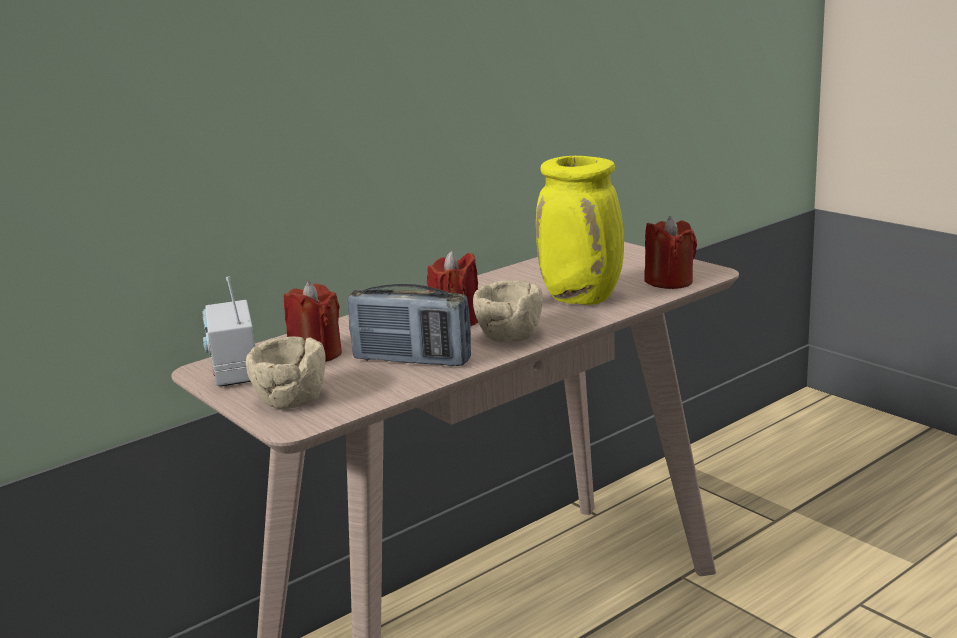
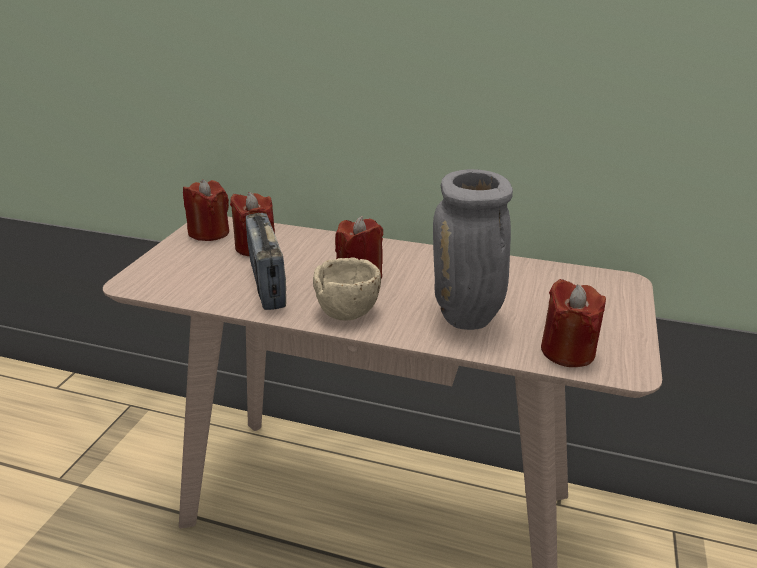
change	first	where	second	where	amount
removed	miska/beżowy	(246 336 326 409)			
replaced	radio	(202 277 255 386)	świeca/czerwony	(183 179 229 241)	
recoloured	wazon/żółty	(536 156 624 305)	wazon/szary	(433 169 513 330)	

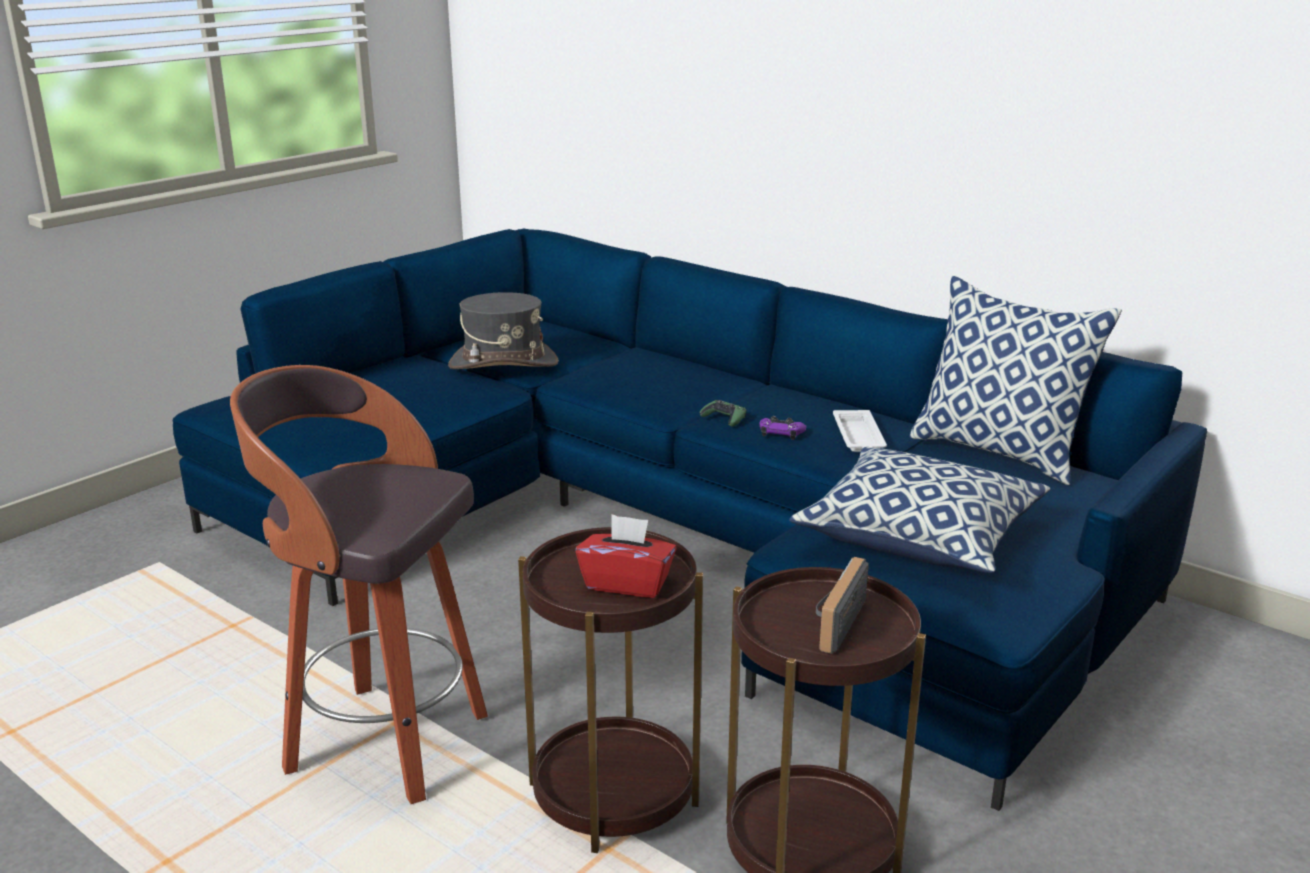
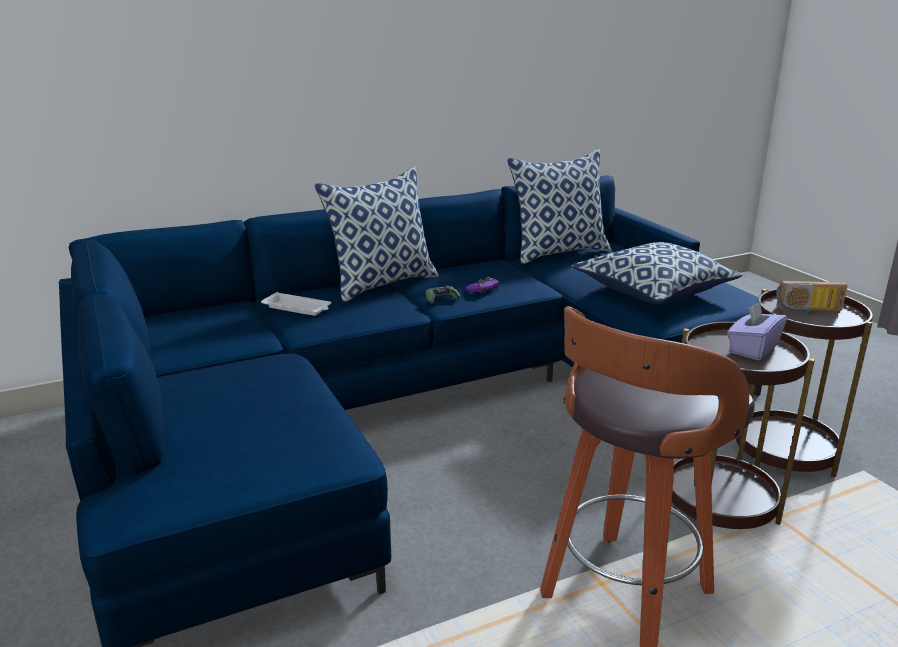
change	first	where	second	where	amount
removed	kapelusz/szary	(448 292 559 369)			
added			poduszka	(314 166 439 303)	
moved	taca/biały	(833 410 887 452)		(261 292 331 316)	
recoloured	pudełko chusteczek/czerwony	(576 514 677 598)	pudełko chusteczek/fioletowy	(727 301 787 360)	
turned	radio	(816 557 869 654)		(776 281 847 315)	45 degrees counterclockwise

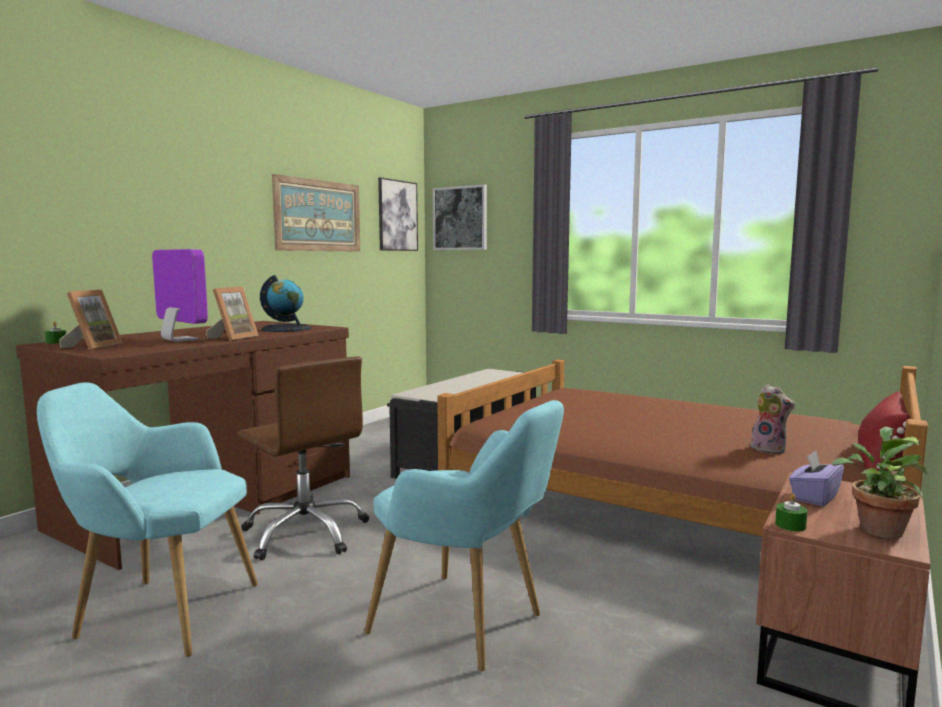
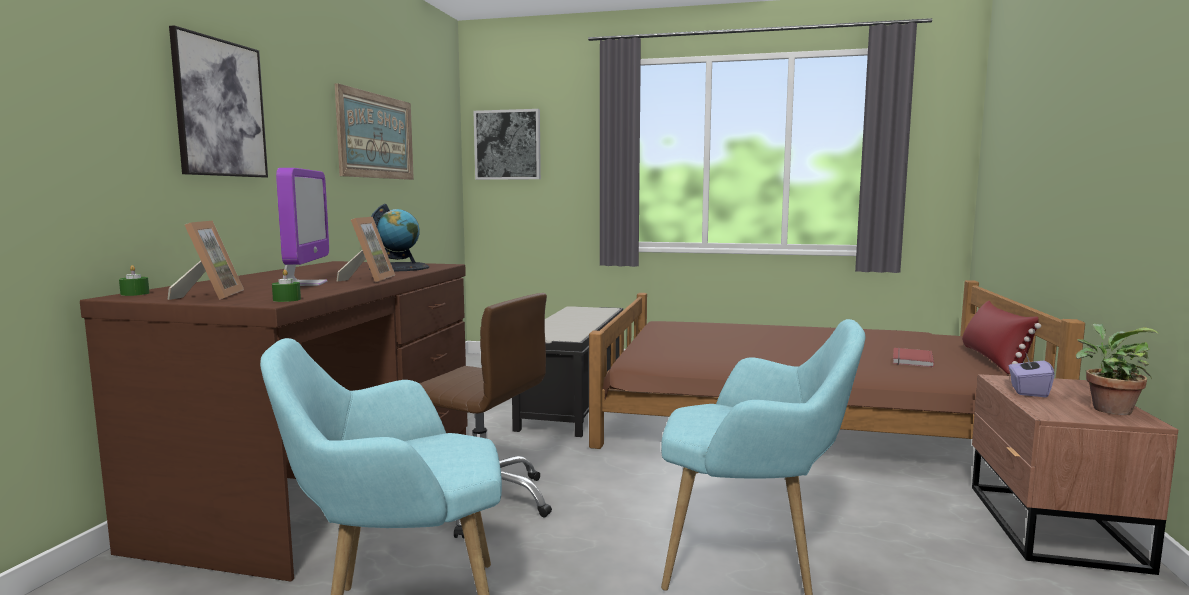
change	first	where	second	where	amount
moved	obraz	(378 177 418 251)		(169 25 268 177)	
moved	świeca/zielony	(775 494 808 532)		(272 269 301 302)	
replaced	pluszak	(750 384 795 454)	książka/czerwony	(893 348 934 367)	
turned	monitor	(152 249 208 342)		(276 168 329 286)	60 degrees clockwise

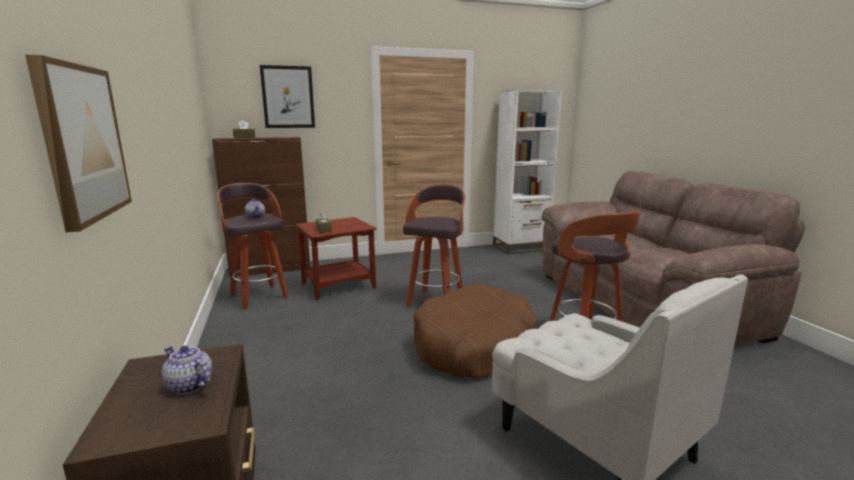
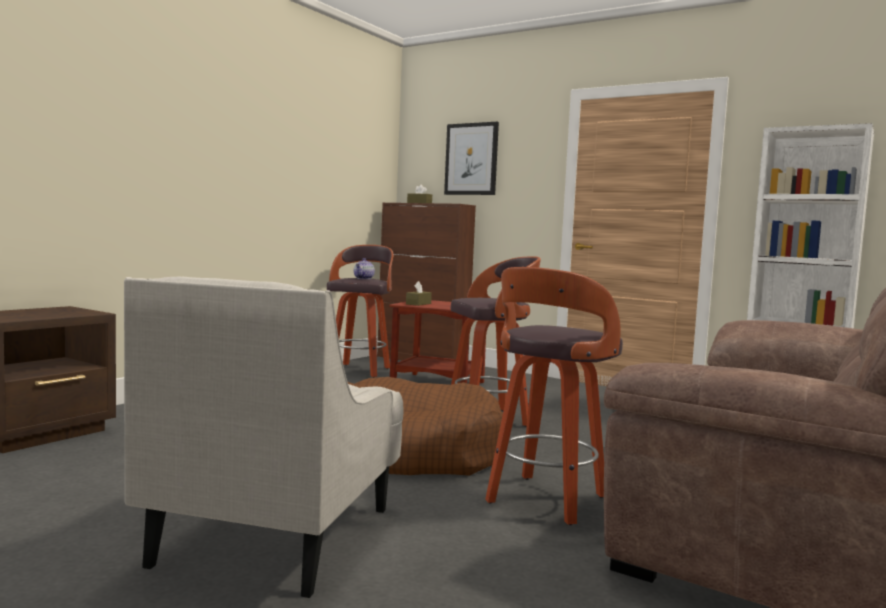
change	first	where	second	where	amount
removed	obraz	(25 54 132 232)			
removed	imbryk	(162 346 212 394)			

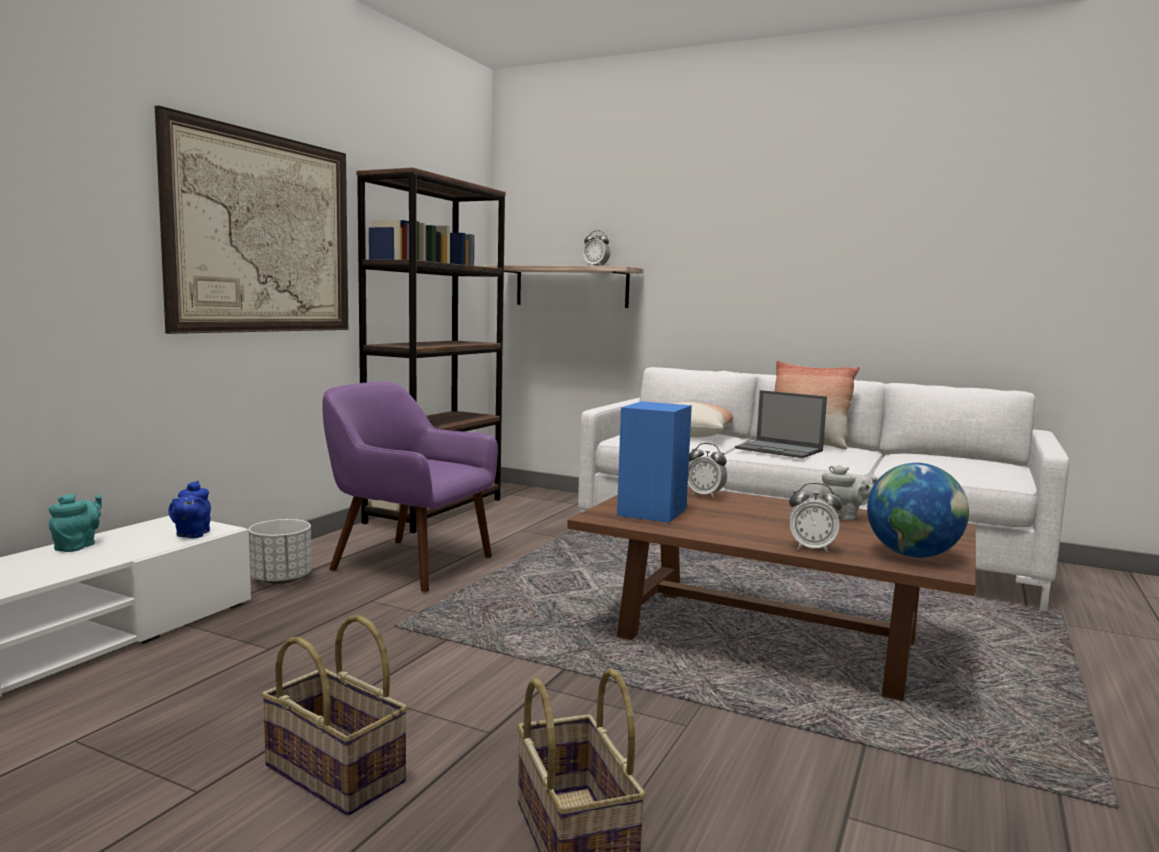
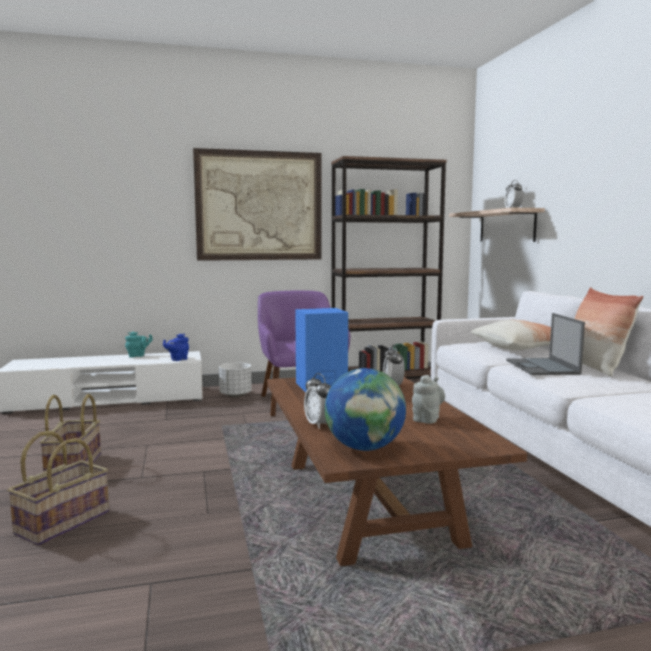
change	first	where	second	where	amount
turned	imbryk/szary	(819 465 877 520)		(412 375 445 424)	120 degrees counterclockwise

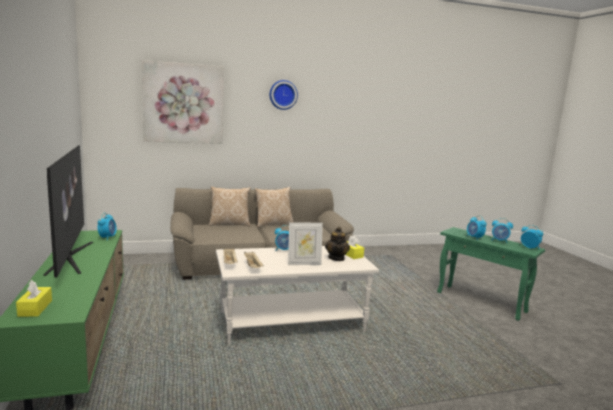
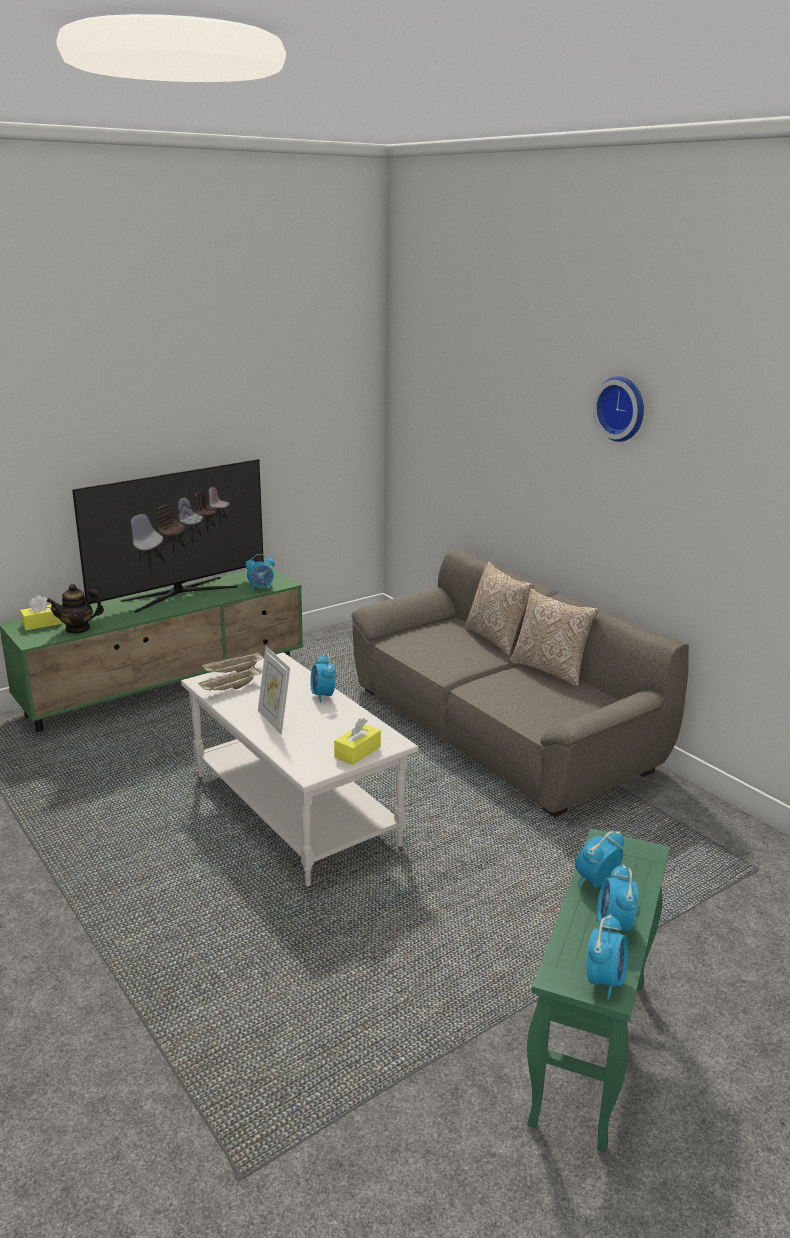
change	first	where	second	where	amount
removed	obraz	(142 60 224 144)			
moved	imbryk	(325 227 350 261)		(46 584 104 634)	

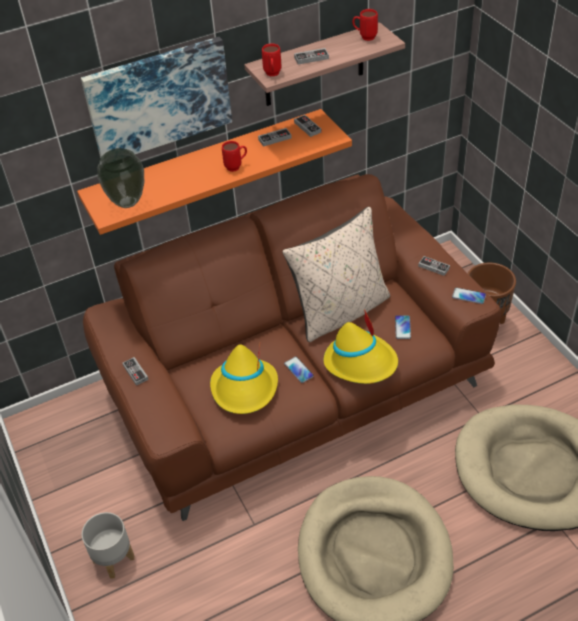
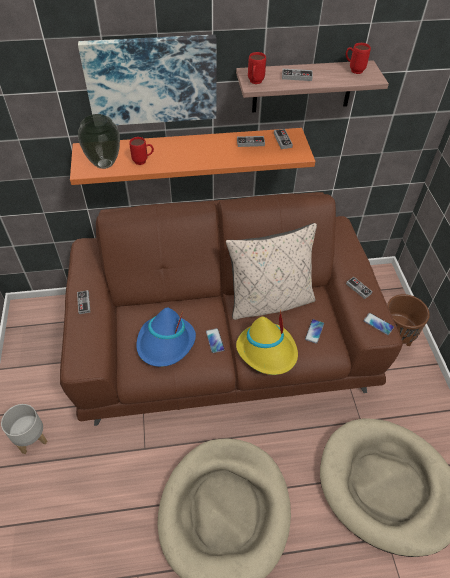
change	first	where	second	where	amount
moved	kubek/czerwony	(222 141 247 172)		(129 137 154 165)	
recoloured	kapelusz/żółty	(210 344 278 414)	kapelusz/niebieski	(136 307 196 367)	

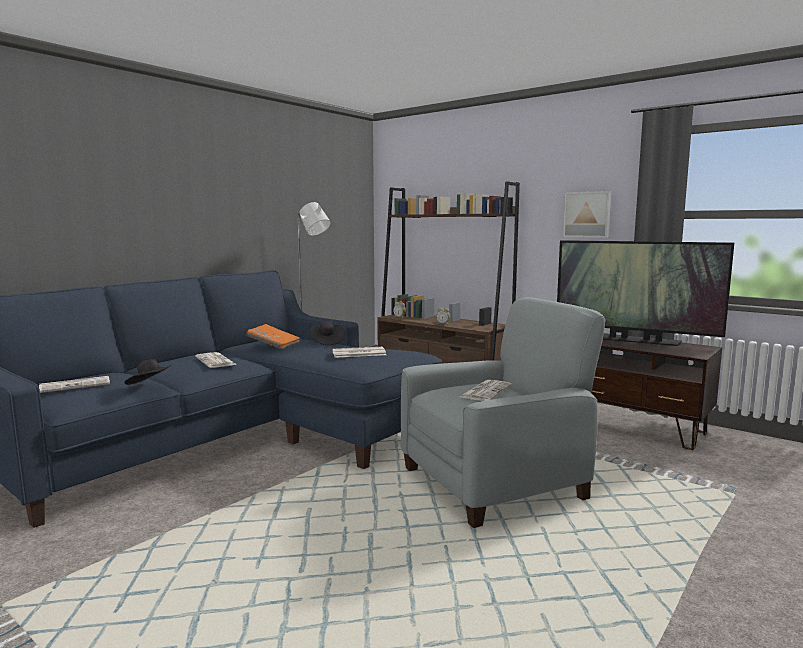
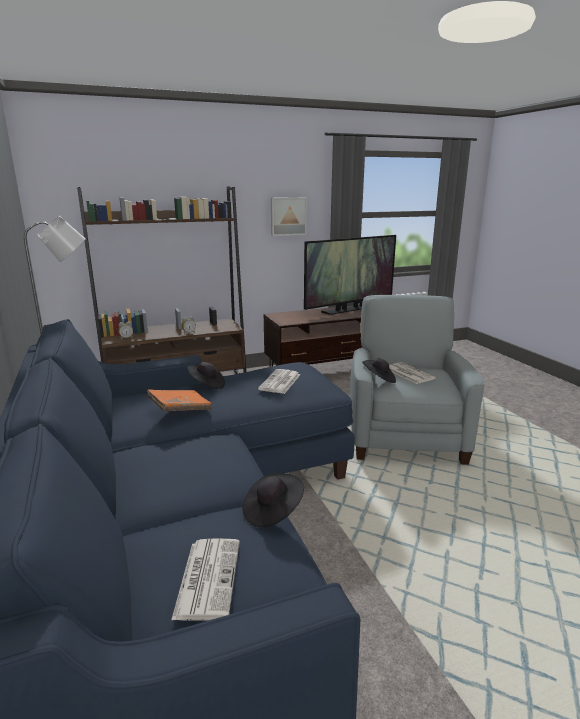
change	first	where	second	where	amount
removed	gazeta	(195 352 237 368)			
added			kapelusz/czarny	(362 358 396 383)	

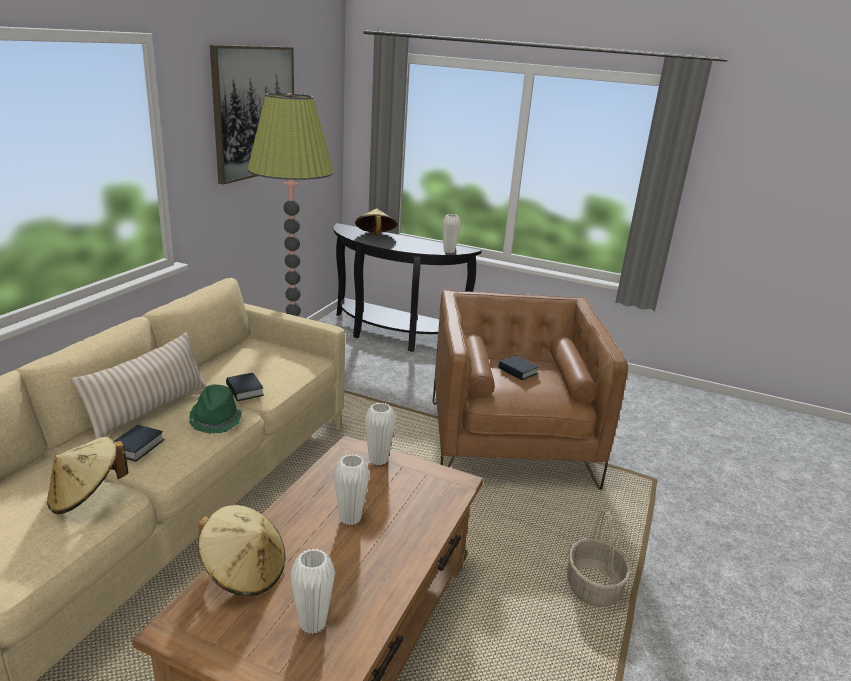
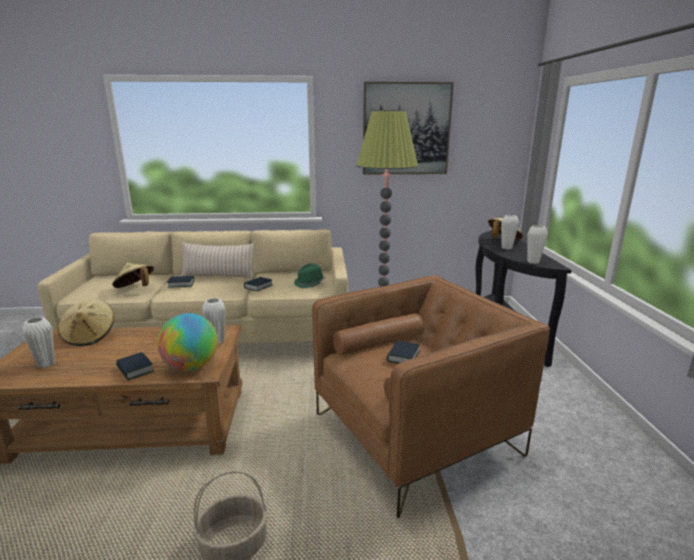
change	first	where	second	where	amount
added			książka	(116 352 154 380)	
added			globus	(157 313 218 371)	
moved	kapelusz/zielony	(189 385 243 434)		(294 264 325 288)	
moved	wazon/biały	(334 454 370 525)		(501 215 519 249)	

